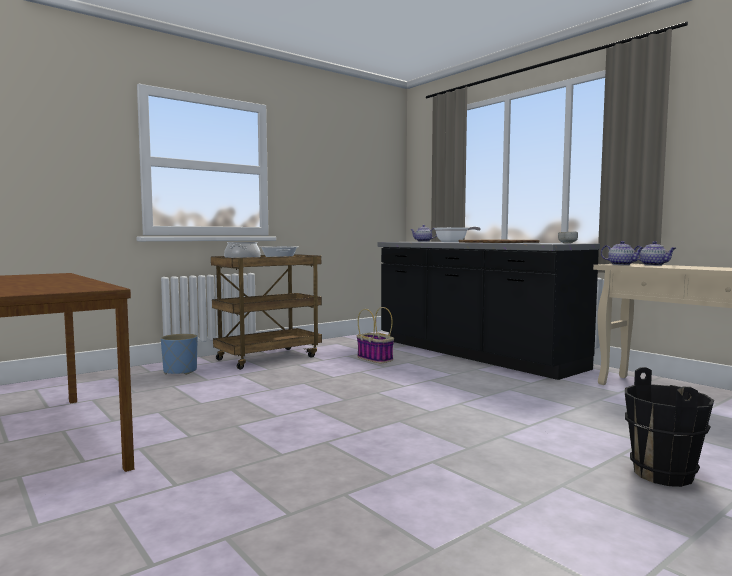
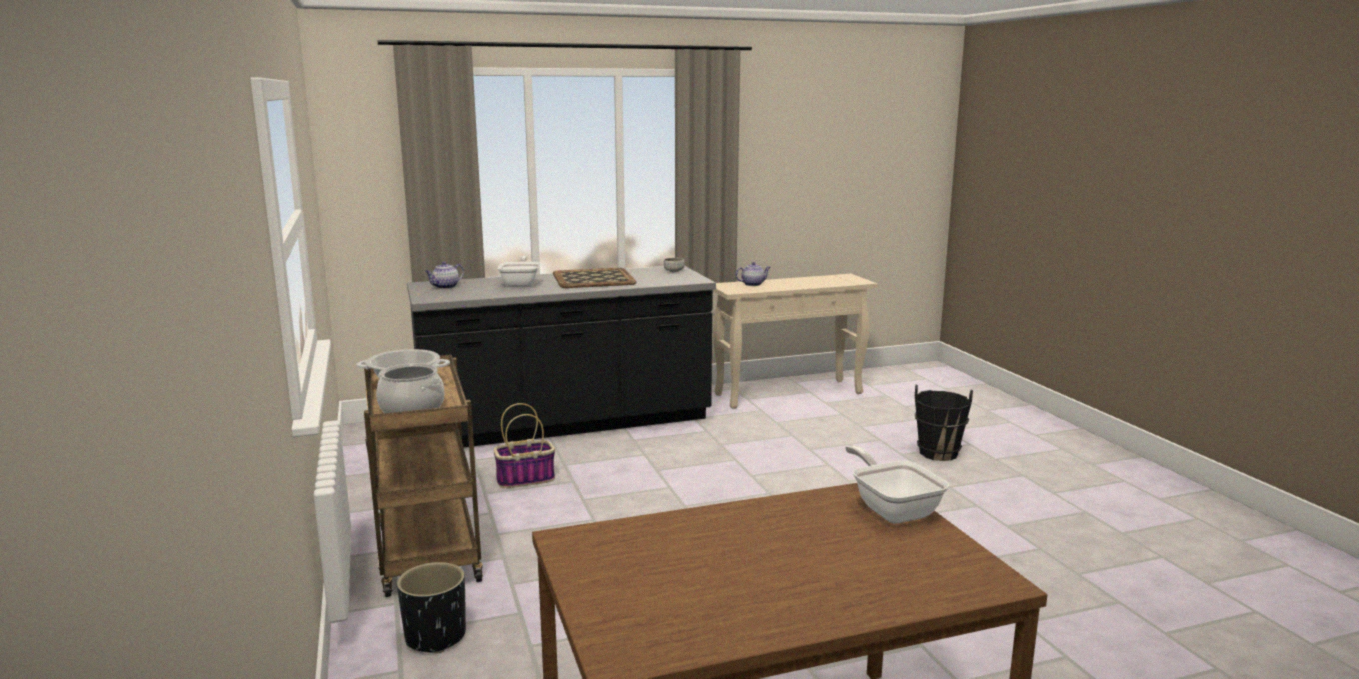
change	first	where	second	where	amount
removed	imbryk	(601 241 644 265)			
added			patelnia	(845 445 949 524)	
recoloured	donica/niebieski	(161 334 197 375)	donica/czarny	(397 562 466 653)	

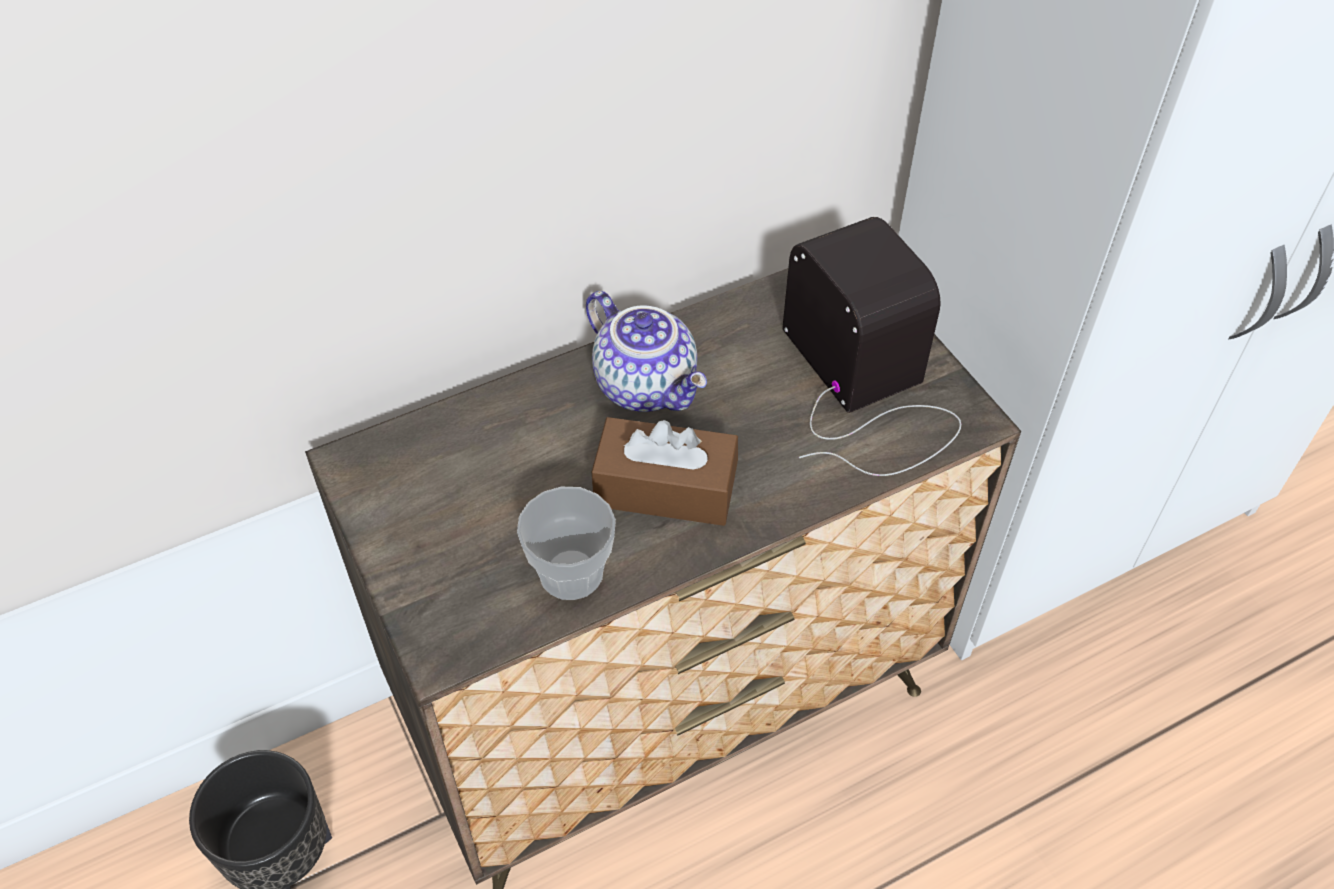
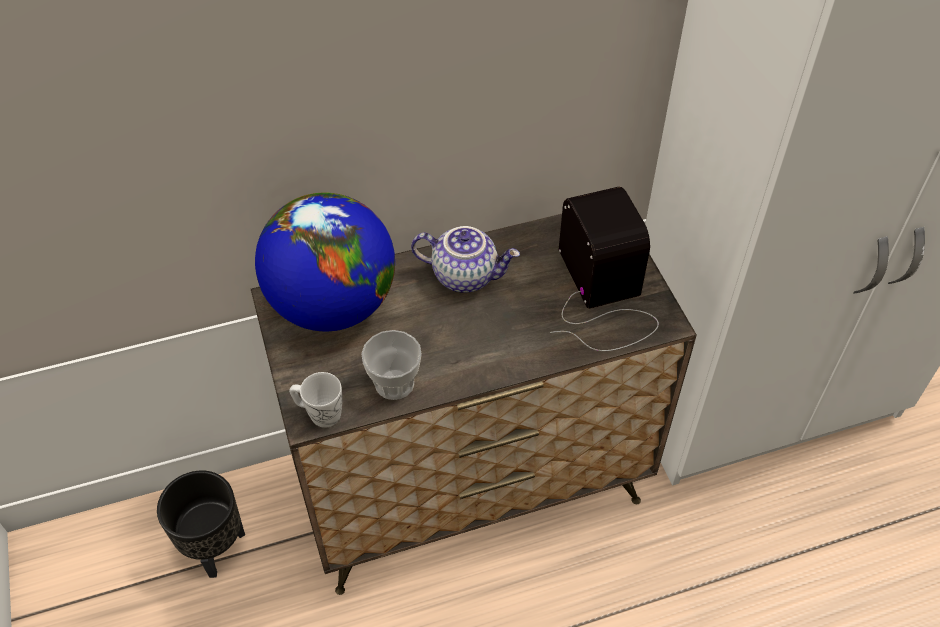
change	first	where	second	where	amount
removed	pudełko chusteczek/brązowy	(591 417 738 526)			
added			globus	(255 193 395 331)	
added			kubek/biały	(289 372 343 428)	
turned	imbryk	(586 291 707 412)		(411 226 520 293)	45 degrees counterclockwise

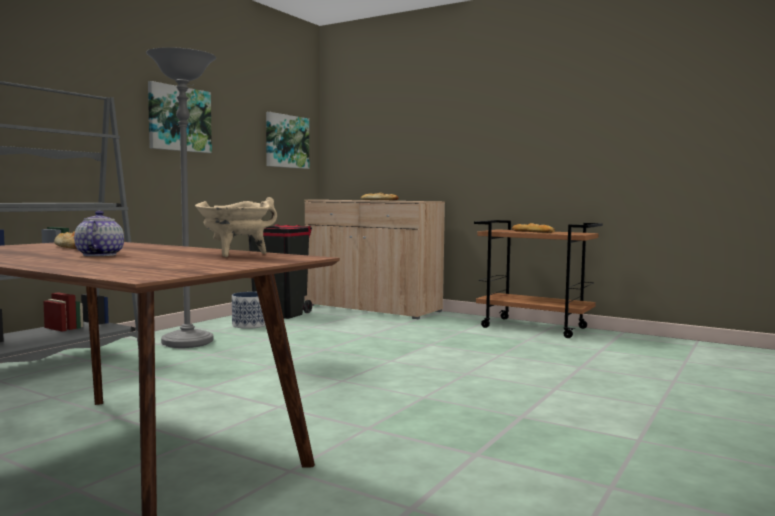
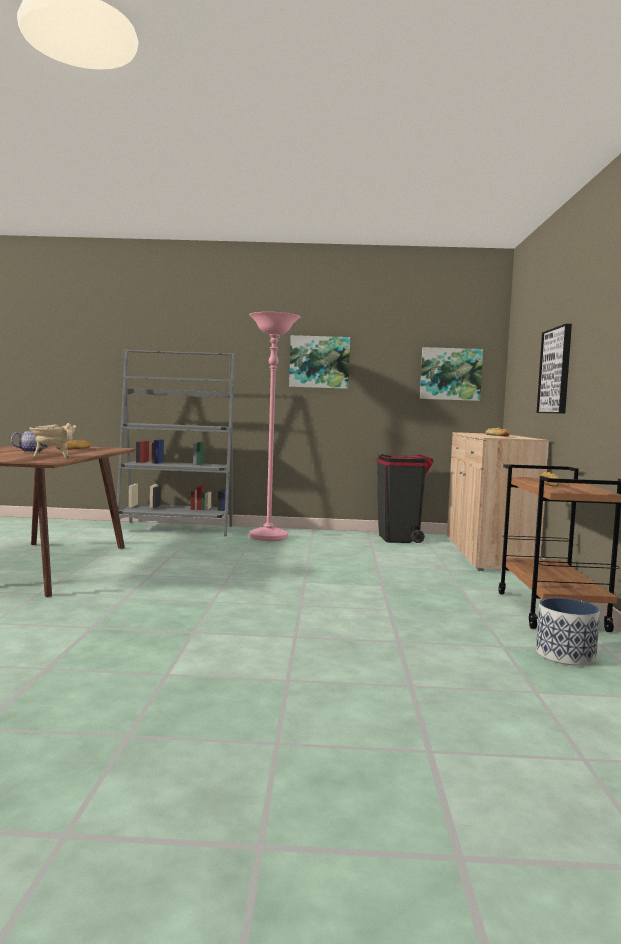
change	first	where	second	where	amount
added			obraz	(537 324 572 413)	
moved	donica	(232 292 266 329)		(536 598 600 666)	
recoloured	lampa stojąca/szary	(146 47 216 348)	lampa stojąca/różowy	(249 312 300 541)	

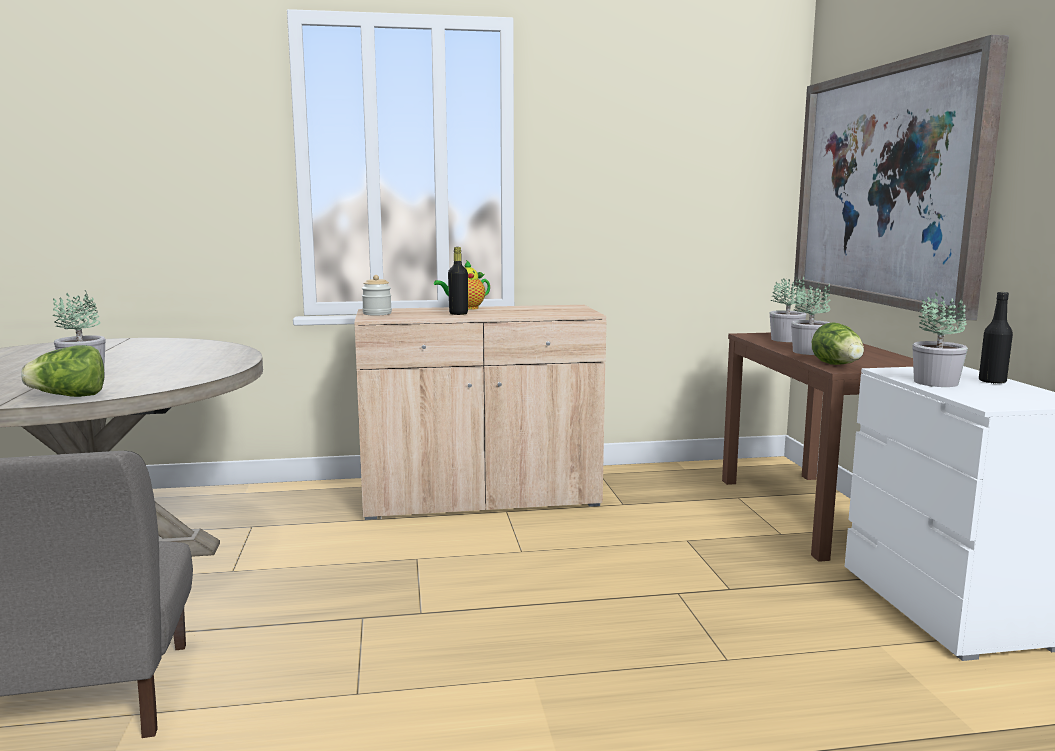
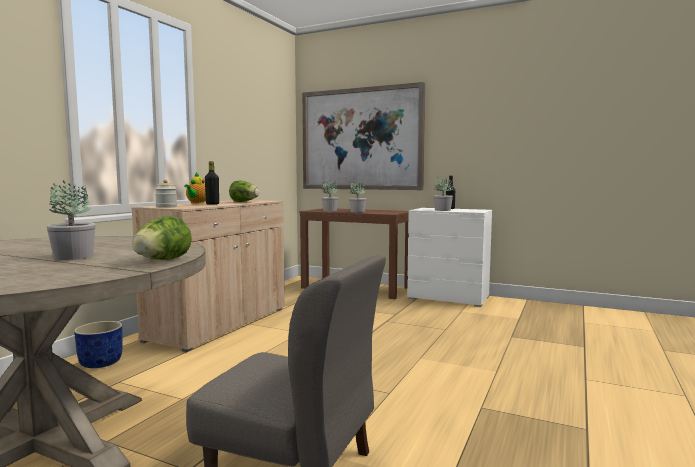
change	first	where	second	where	amount
added			donica/niebieski	(74 321 123 368)	
moved	sałata	(812 323 864 365)		(229 181 260 202)	

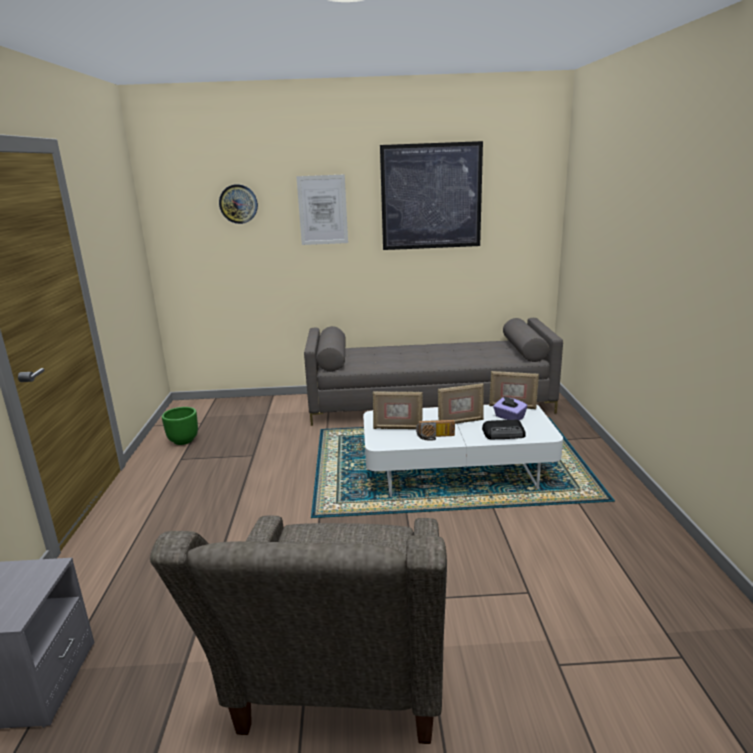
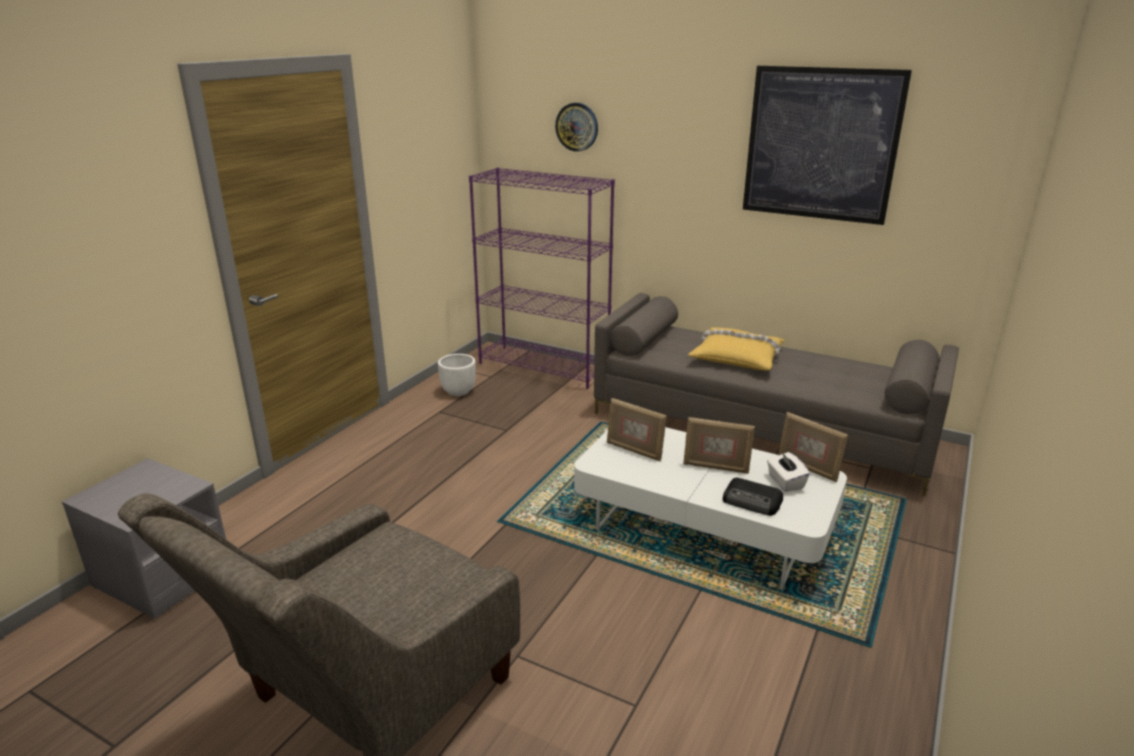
change	first	where	second	where	amount
removed	obraz	(296 174 348 245)			
removed	radio	(416 420 455 441)			
added			regał/fioletowy	(469 167 615 389)	
added			poduszka/żółty	(688 327 785 370)	
recoloured	donica/zielony	(162 407 198 445)	donica/biały	(438 354 476 396)	
recoloured	pudełko chusteczek/fioletowy	(493 396 527 420)	pudełko chusteczek/biały	(767 452 810 492)	

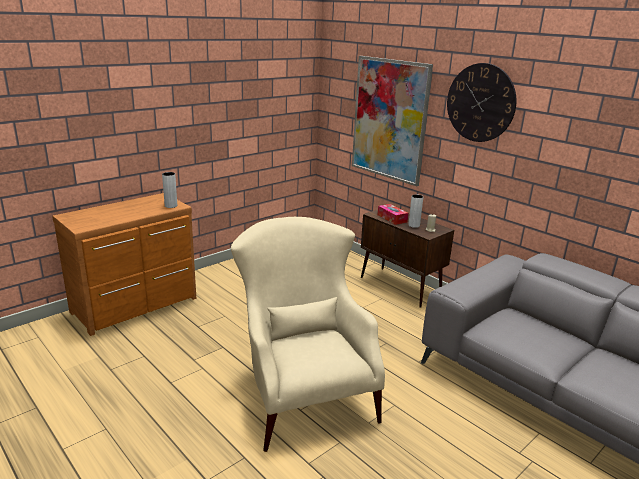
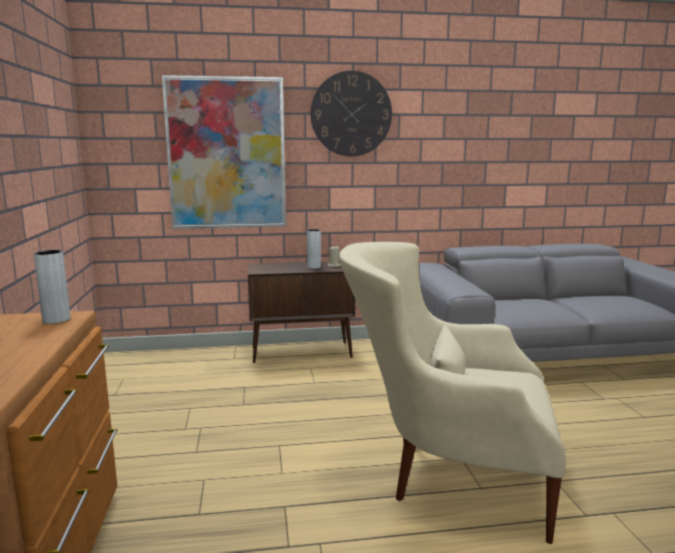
change	first	where	second	where	amount
removed	pudełko chusteczek	(377 204 408 225)			

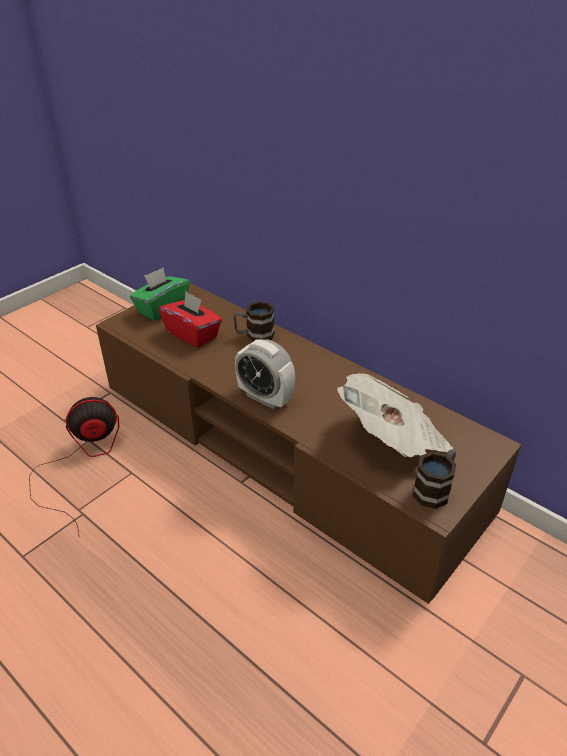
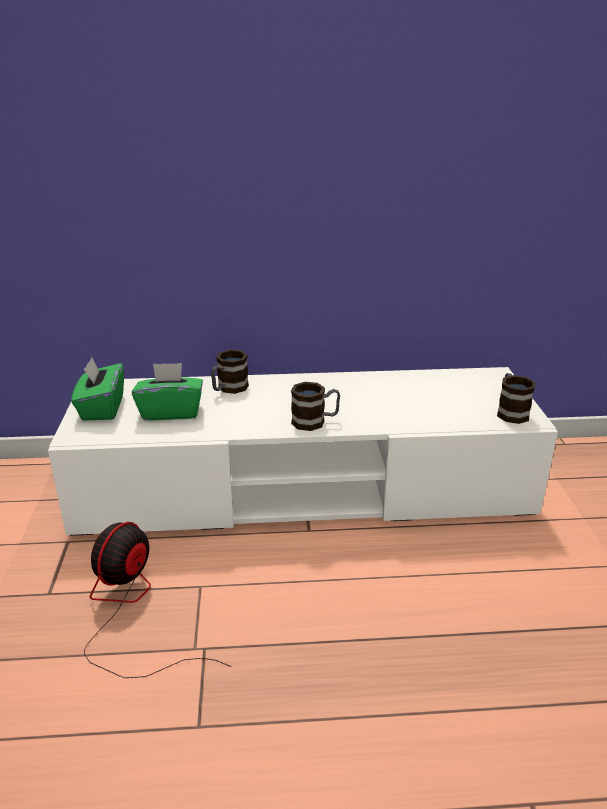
change	first	where	second	where	amount
removed	gazeta	(337 373 453 458)			
replaced	budzik	(235 339 295 409)	kubek	(291 382 340 431)	
recoloured	szafka pod telewizor/brązowy	(96 283 522 604)	szafka pod telewizor/biały	(48 367 558 536)	
recoloured	pudełko chusteczek/czerwony	(159 292 222 348)	pudełko chusteczek/zielony	(132 363 203 421)	

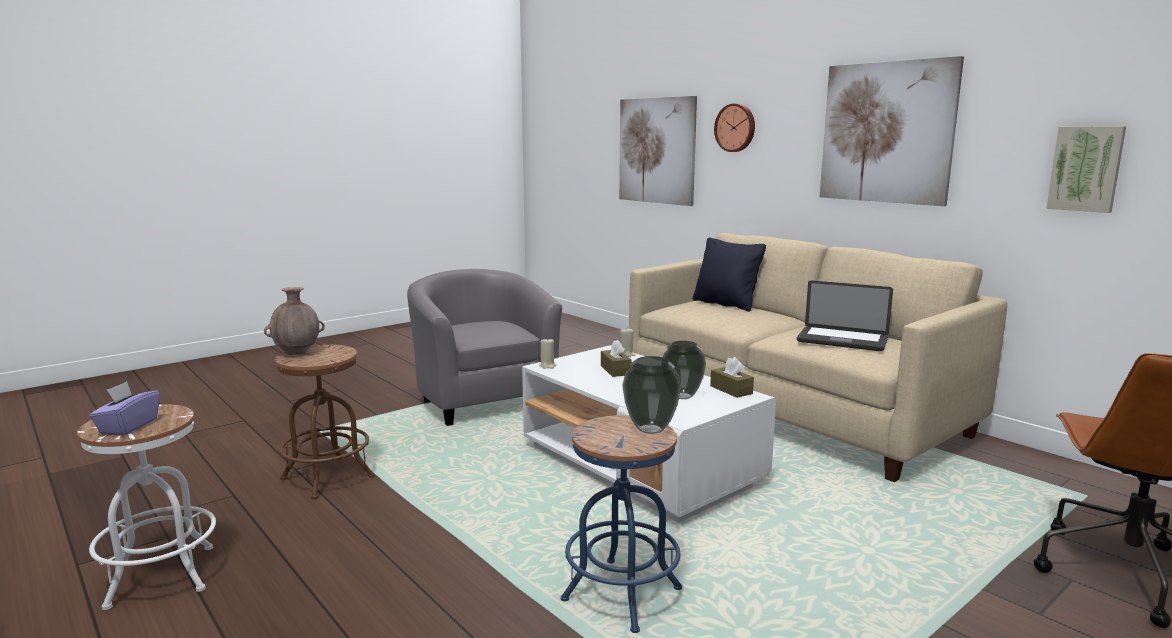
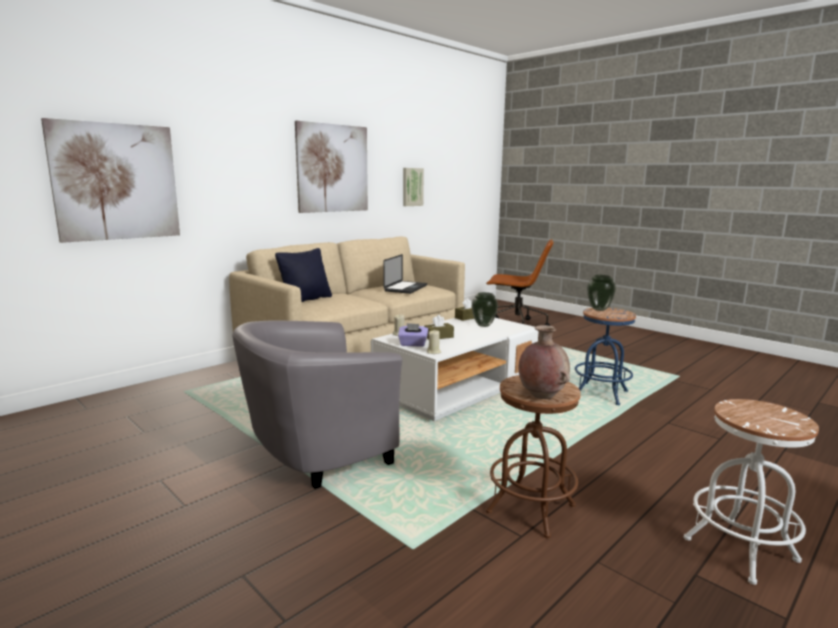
change	first	where	second	where	amount
removed	zegar ścienny	(714 104 755 152)			
moved	pudełko chusteczek/fioletowy	(89 381 160 436)		(398 323 428 347)	

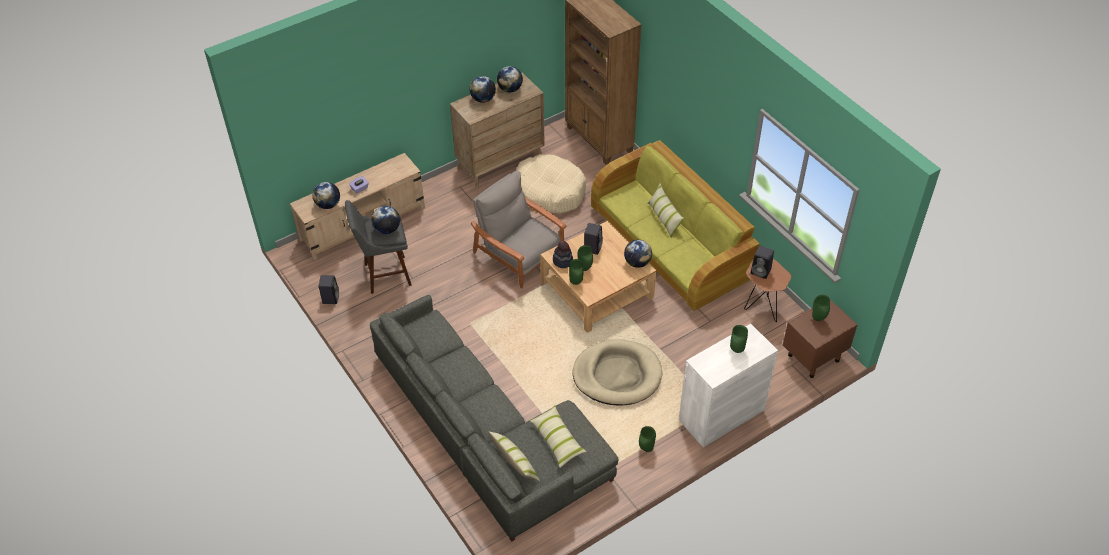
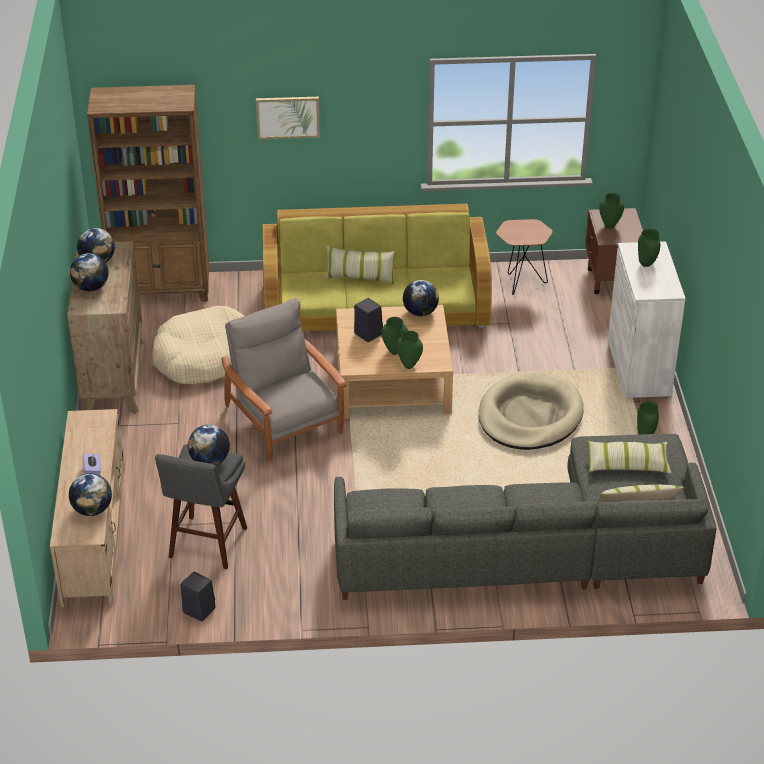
change	first	where	second	where	amount
removed	kapelusz	(553 241 573 268)			
removed	głośnik/czarny	(751 246 774 279)			
added			obraz	(256 97 320 139)	
turned	fotel/szary	(471 171 566 289)		(222 298 347 461)	75 degrees clockwise

